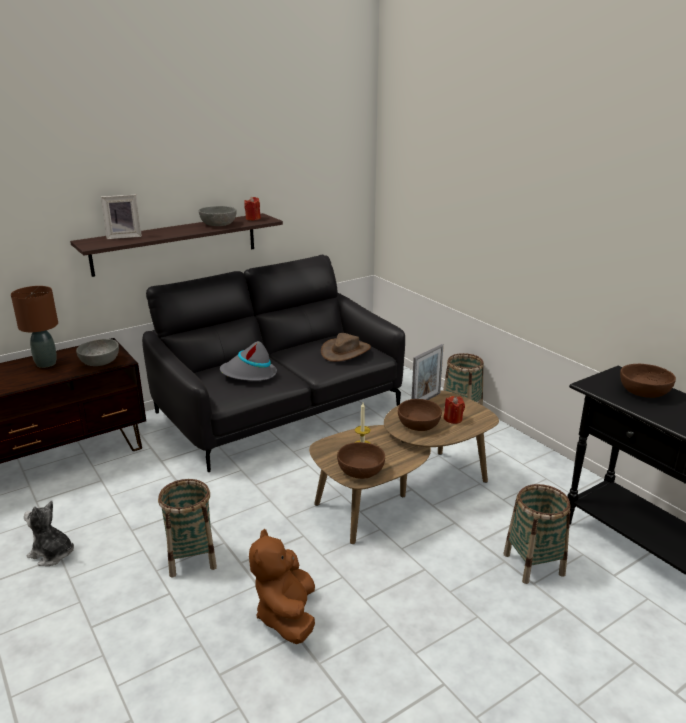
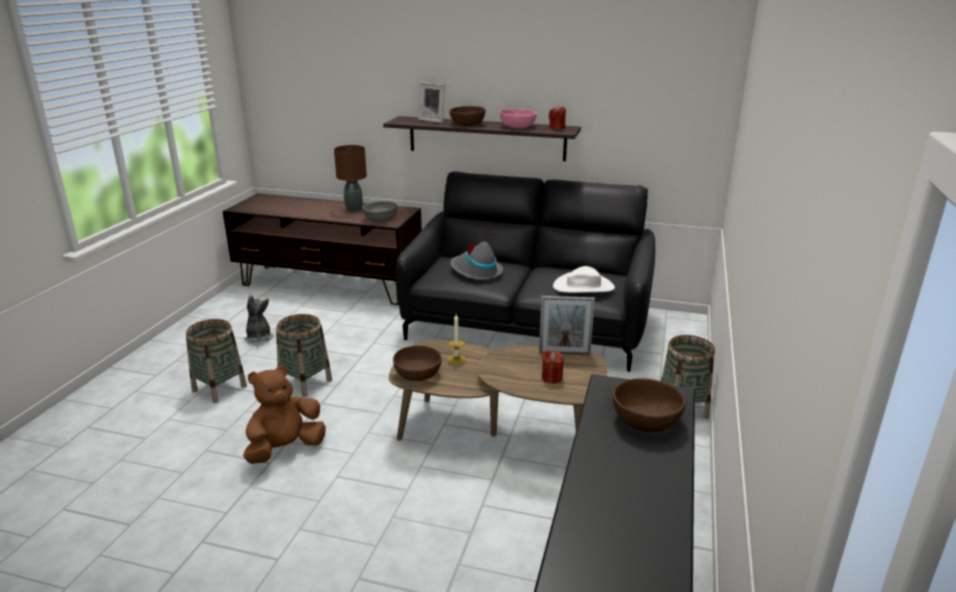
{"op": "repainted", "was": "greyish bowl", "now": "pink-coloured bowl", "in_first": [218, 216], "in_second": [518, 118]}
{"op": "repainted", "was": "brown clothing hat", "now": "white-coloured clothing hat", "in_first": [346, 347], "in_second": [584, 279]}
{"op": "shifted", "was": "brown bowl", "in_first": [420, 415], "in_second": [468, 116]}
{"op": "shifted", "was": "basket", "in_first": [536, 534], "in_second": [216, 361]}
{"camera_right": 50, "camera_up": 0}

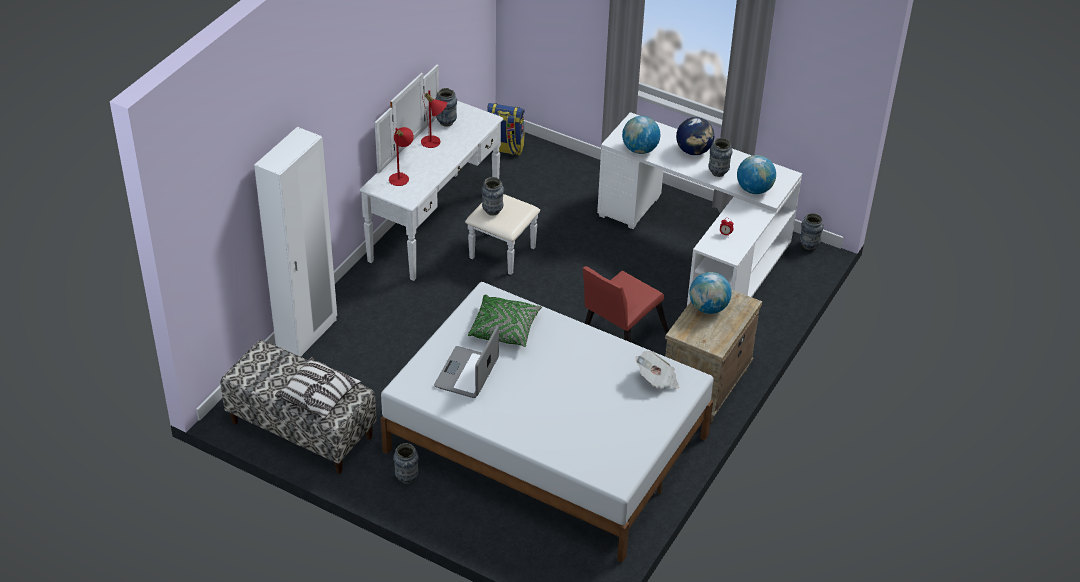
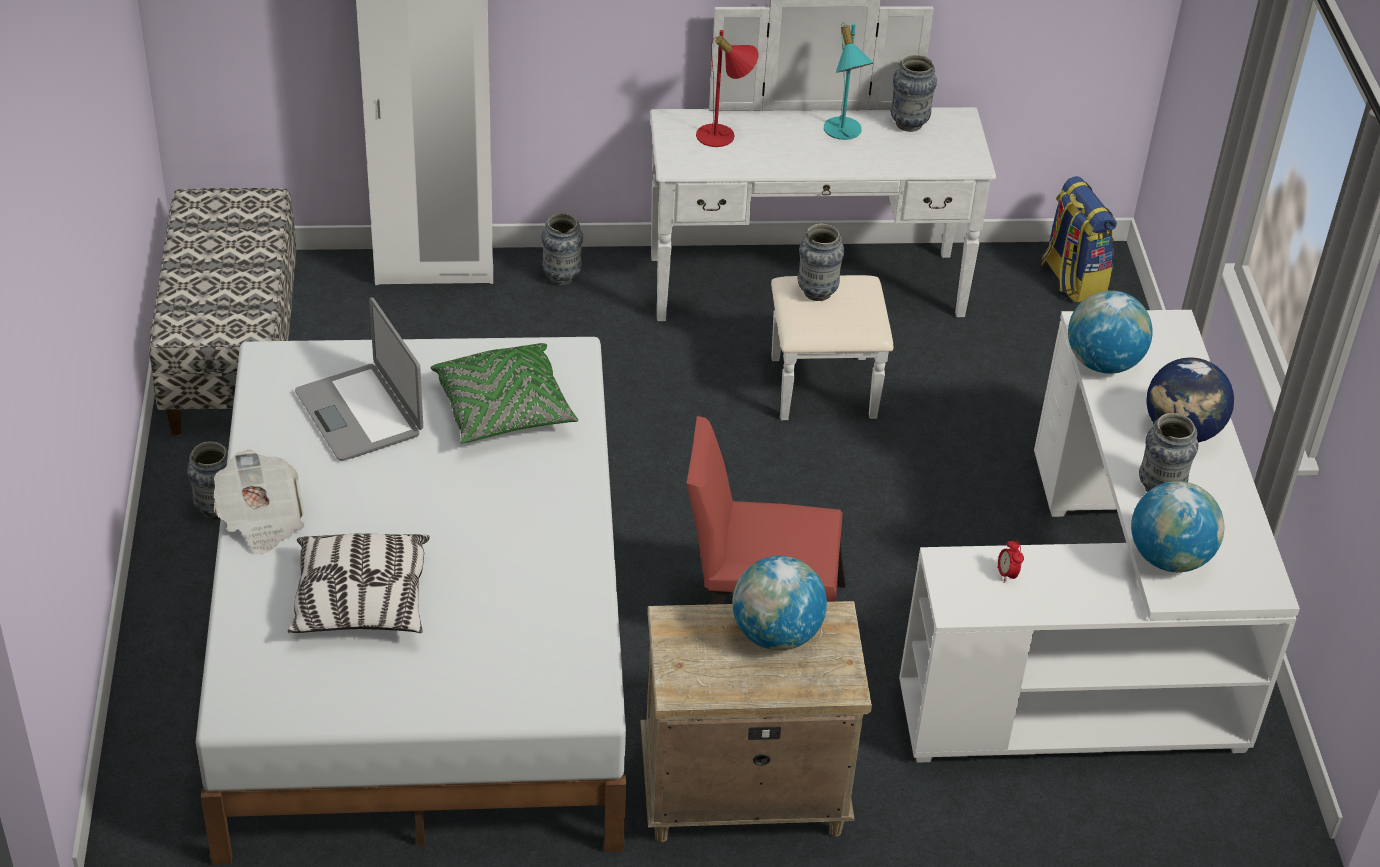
{"op": "repainted", "was": "red lamp for a table", "now": "blue-green lamp for a table", "in_first": [434, 119], "in_second": [848, 81]}
{"op": "shifted", "was": "decorative vase", "in_first": [811, 231], "in_second": [562, 249]}
{"op": "rotated", "was": "notebook computer", "in_first": [466, 361], "in_second": [359, 379], "clockwise": -105}
{"op": "shifted", "was": "daily paper", "in_first": [657, 370], "in_second": [259, 502]}
{"op": "shifted", "was": "cushion", "in_first": [318, 388], "in_second": [359, 583]}
{"camera_right": 55, "camera_up": 0}

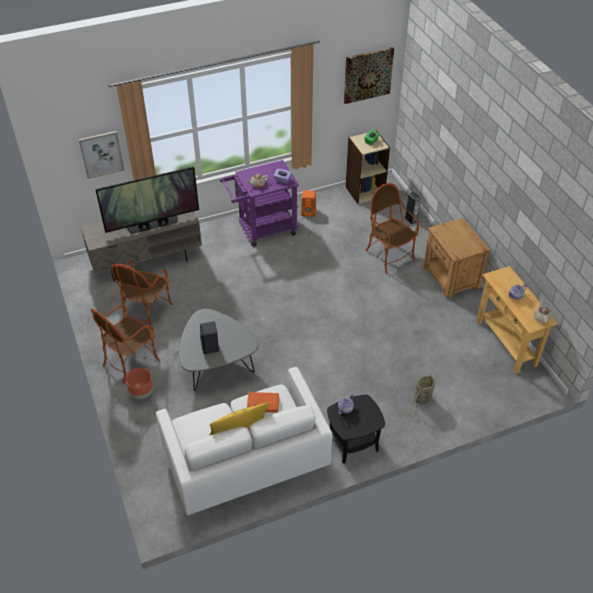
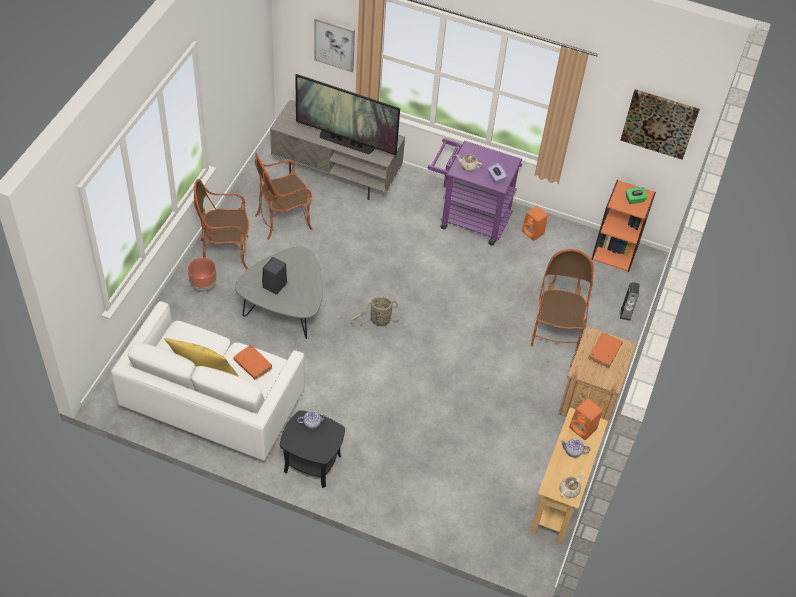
{"op": "repainted", "was": "sand-coloured bookshelf", "now": "orange-coloured bookshelf", "in_first": [367, 167], "in_second": [623, 226]}
{"op": "shifted", "was": "basket", "in_first": [421, 395], "in_second": [376, 311]}
{"op": "new", "now": "orange-coloured volume", "in_second": [605, 350]}
{"op": "new", "now": "orange-coloured audio speaker", "in_second": [586, 419]}
{"camera_right": 40, "camera_up": 5}

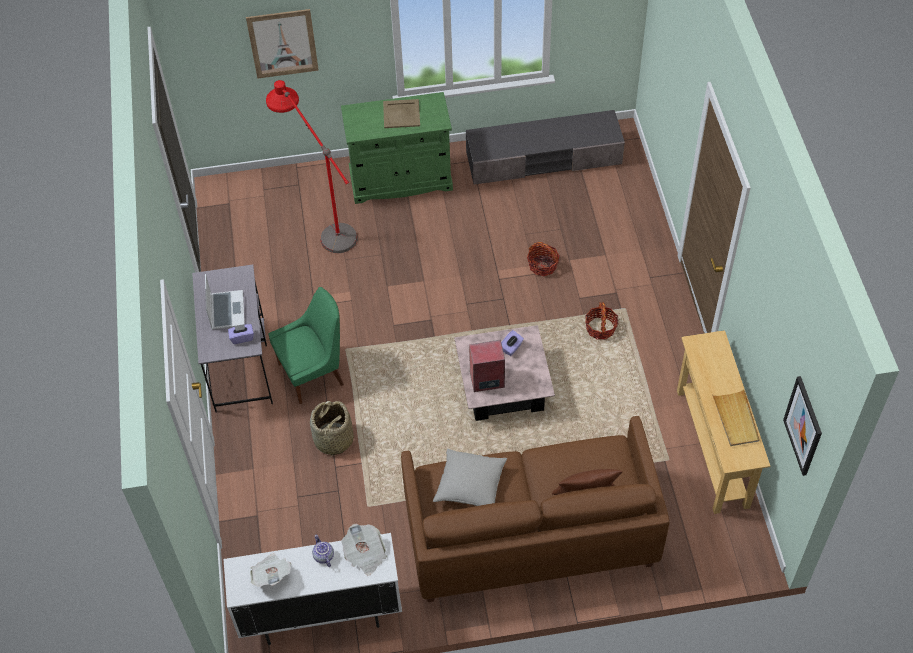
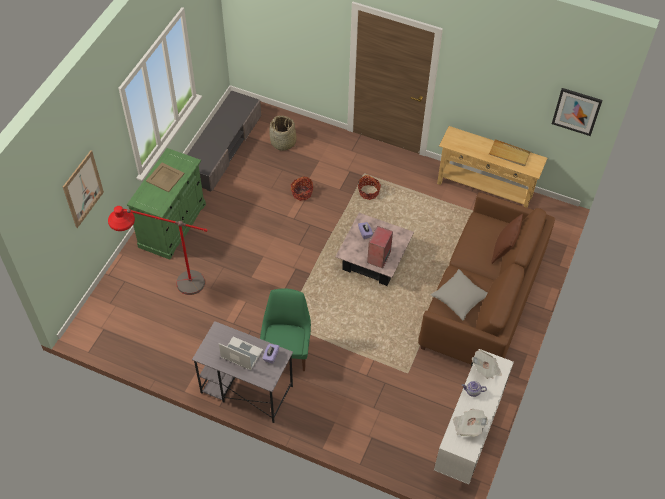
{"op": "shifted", "was": "basket", "in_first": [332, 430], "in_second": [283, 133]}
{"camera_right": -60, "camera_up": 0}

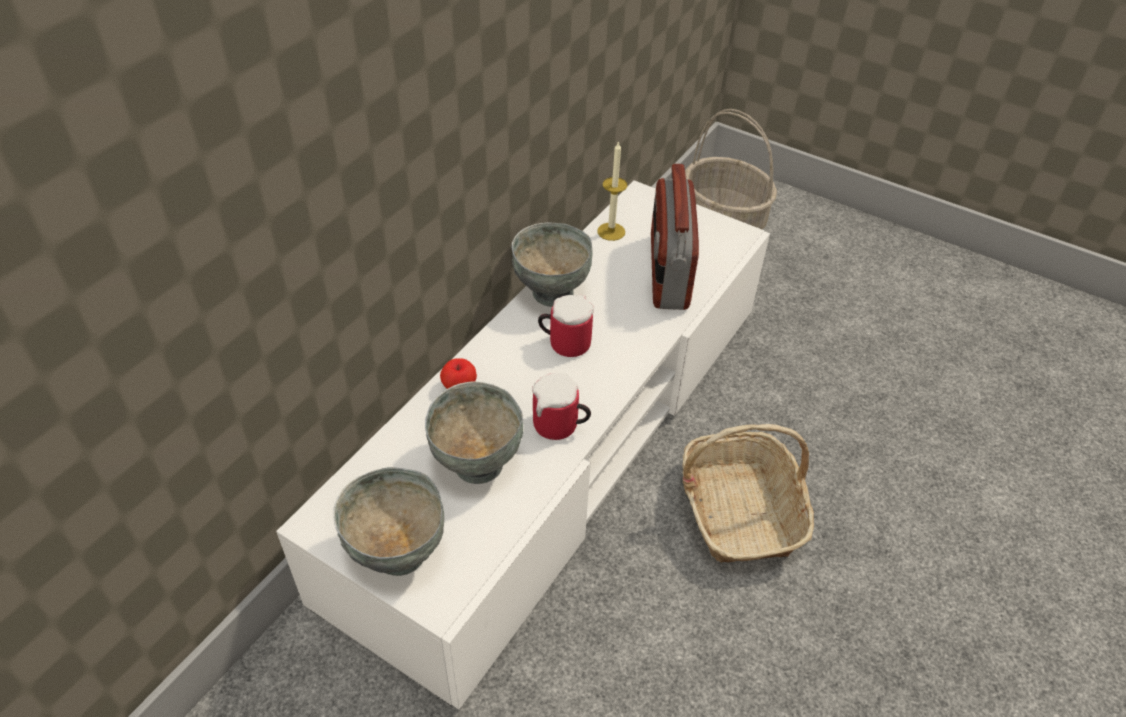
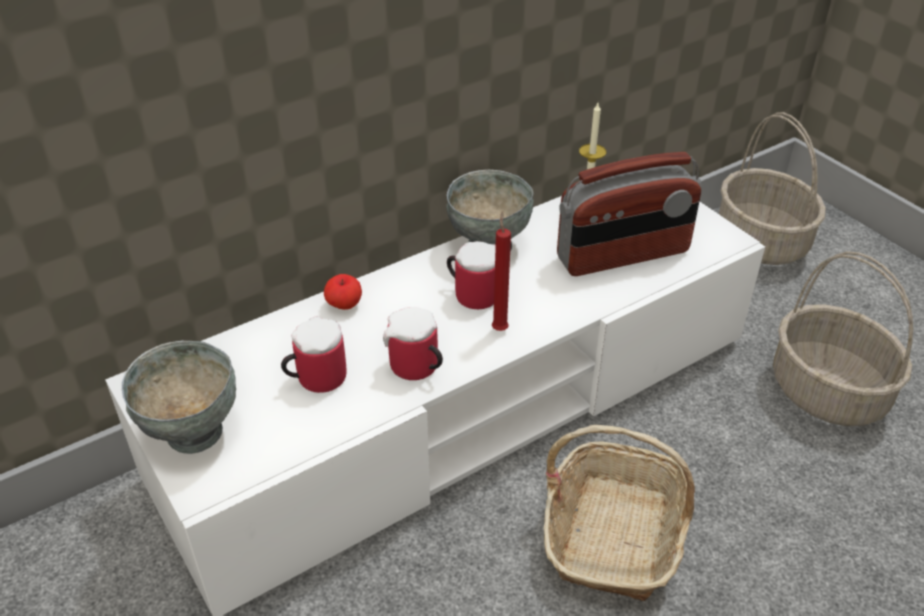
{"op": "rotated", "was": "radio set", "in_first": [675, 237], "in_second": [629, 214], "clockwise": -135}
{"op": "swapped", "was": "greyish bowl", "now": "mug", "in_first": [474, 432], "in_second": [314, 354]}
{"op": "new", "now": "red wax candle", "in_second": [501, 271]}
{"op": "new", "now": "basket", "in_second": [843, 338]}
{"camera_right": 25, "camera_up": -5}

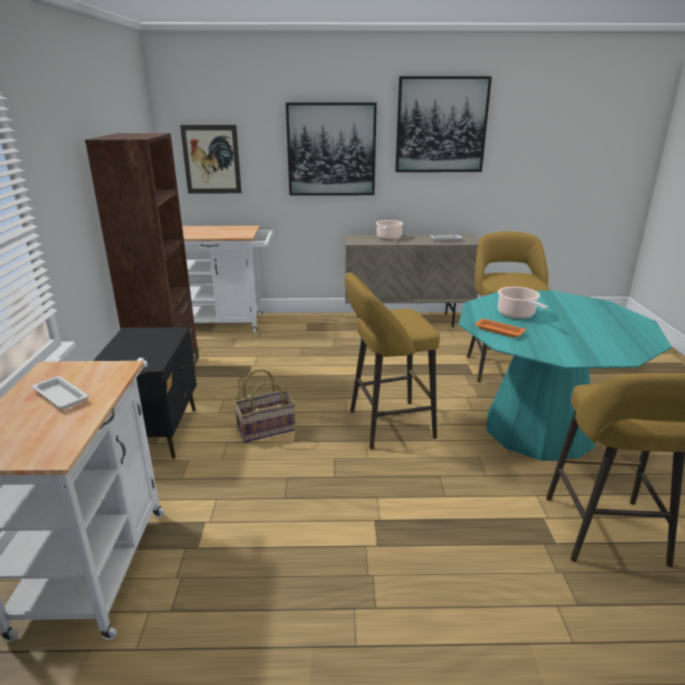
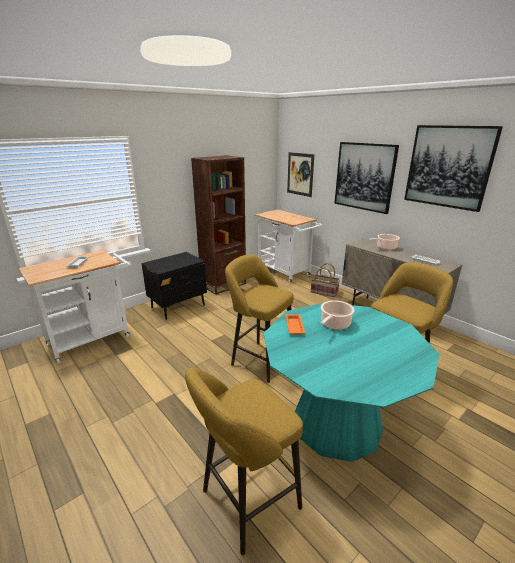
{"op": "shifted", "was": "basket", "in_first": [265, 406], "in_second": [325, 280]}
{"camera_right": 50, "camera_up": 0}

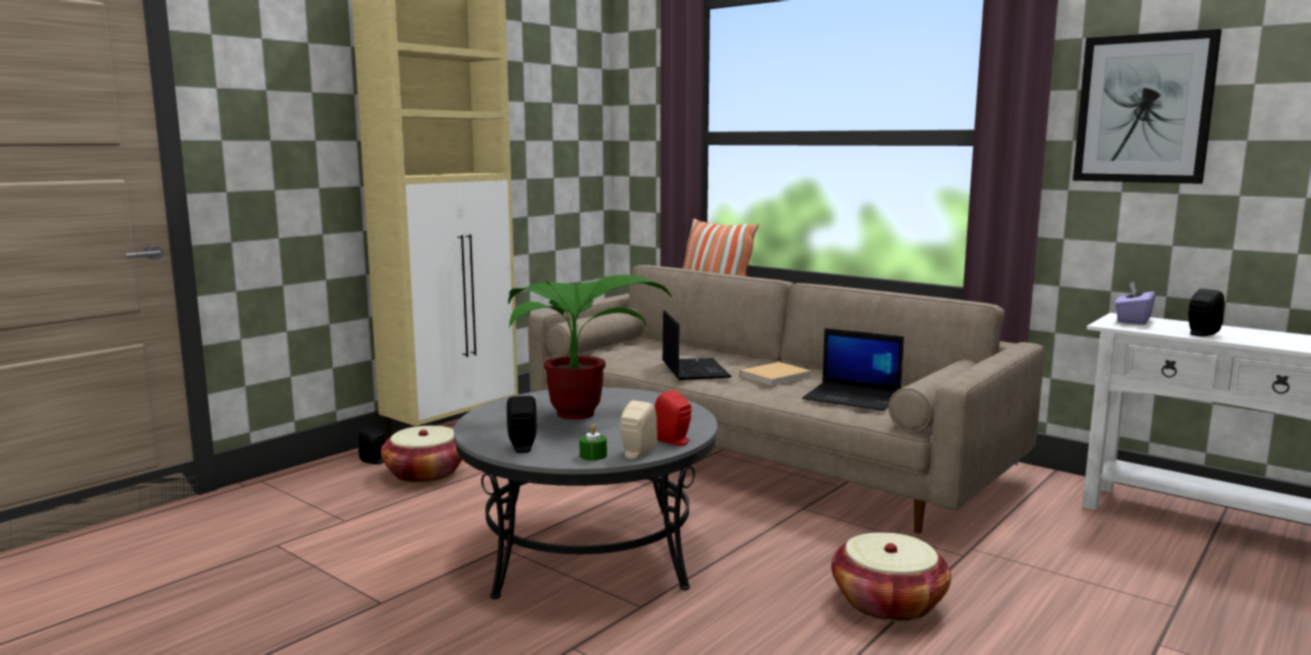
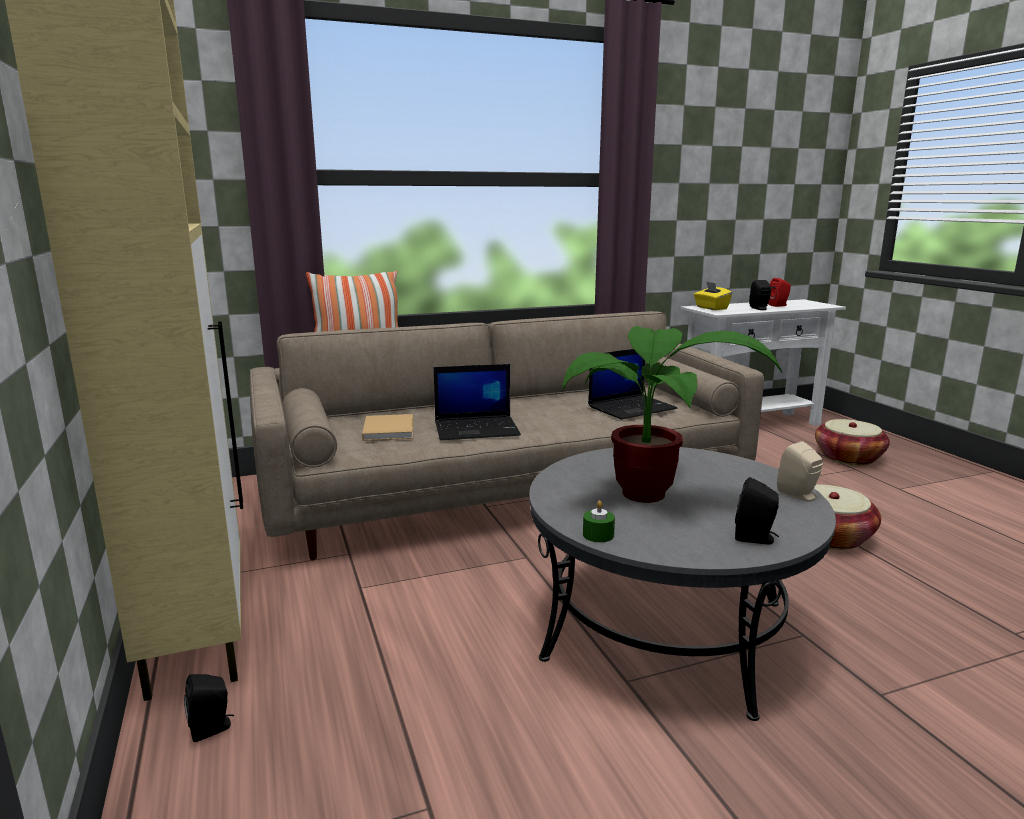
{"op": "gone", "was": "wall art", "in_first": [1147, 106]}
{"op": "repainted", "was": "purple tissue box", "now": "yellow tissue box", "in_first": [1135, 303], "in_second": [713, 295]}
{"op": "rotated", "was": "notebook computer", "in_first": [697, 345], "in_second": [477, 402], "clockwise": 150}
{"op": "shifted", "was": "sand-coloured volume", "in_first": [775, 374], "in_second": [387, 427]}
{"op": "shifted", "was": "red audio speaker", "in_first": [673, 418], "in_second": [779, 292]}
{"op": "shifted", "was": "green-coloured wax candle", "in_first": [593, 442], "in_second": [599, 521]}
{"op": "shifted", "was": "basket", "in_first": [421, 454], "in_second": [852, 442]}
{"camera_right": -60, "camera_up": 5}

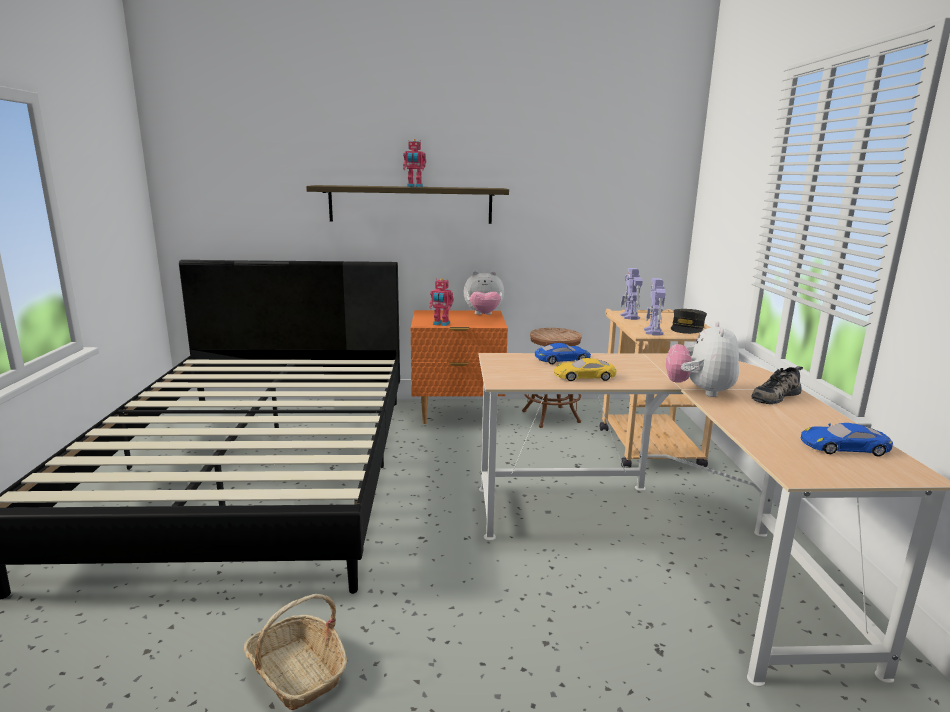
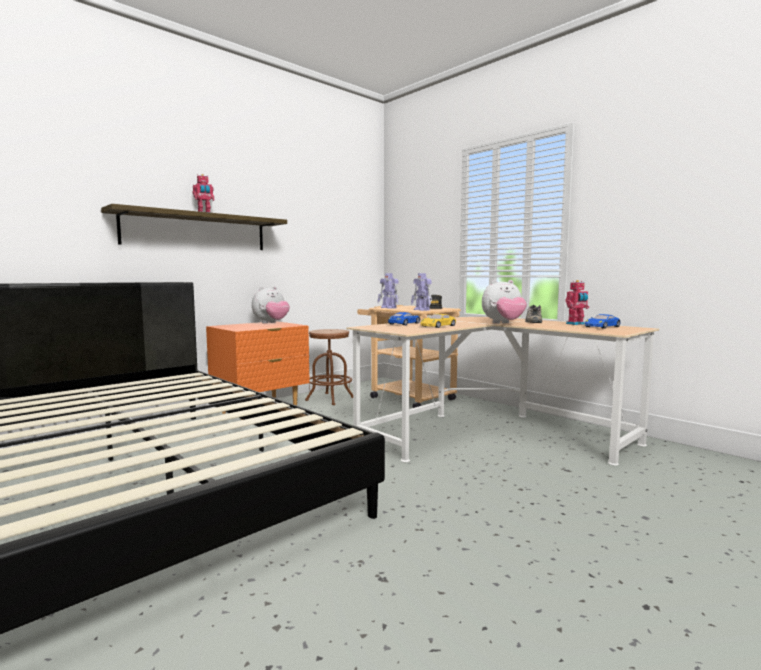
{"op": "shifted", "was": "model robot", "in_first": [441, 302], "in_second": [577, 302]}
{"op": "rotated", "was": "soft toy", "in_first": [702, 359], "in_second": [504, 302], "clockwise": -75}
{"op": "gone", "was": "basket", "in_first": [295, 652]}
{"camera_right": -40, "camera_up": -10}

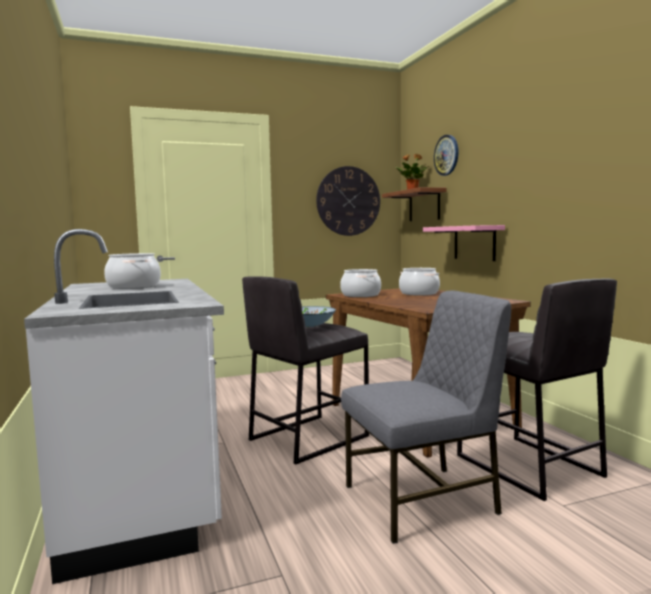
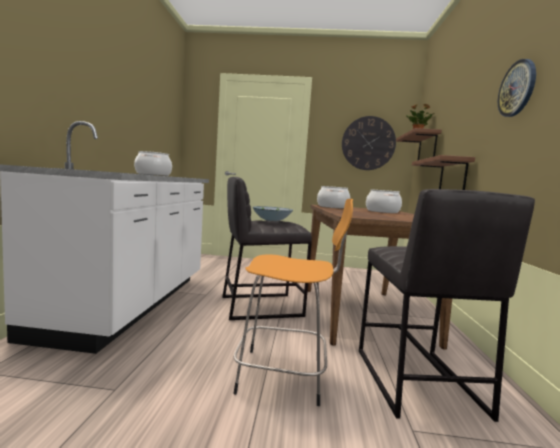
{"op": "shifted", "was": "clock on the wall", "in_first": [446, 155], "in_second": [517, 88]}
{"op": "repainted", "was": "pink-coloured shelf", "now": "brown shelf", "in_first": [464, 243], "in_second": [443, 172]}
{"op": "swapped", "was": "greyish plain chair", "now": "orange-coloured stool", "in_first": [426, 417], "in_second": [293, 302]}
{"camera_right": 25, "camera_up": 0}

